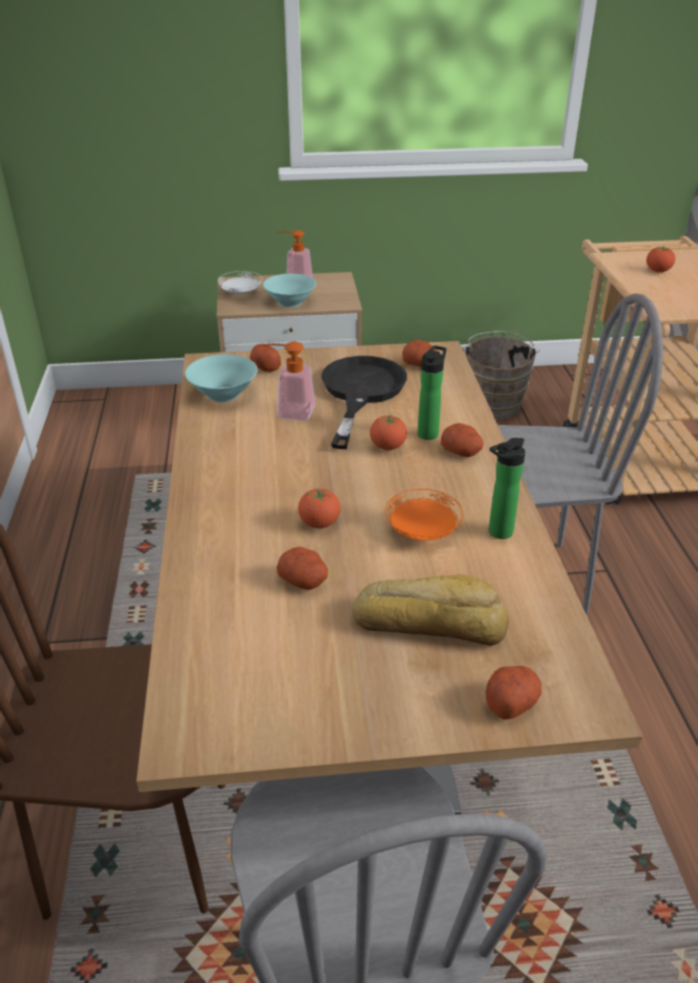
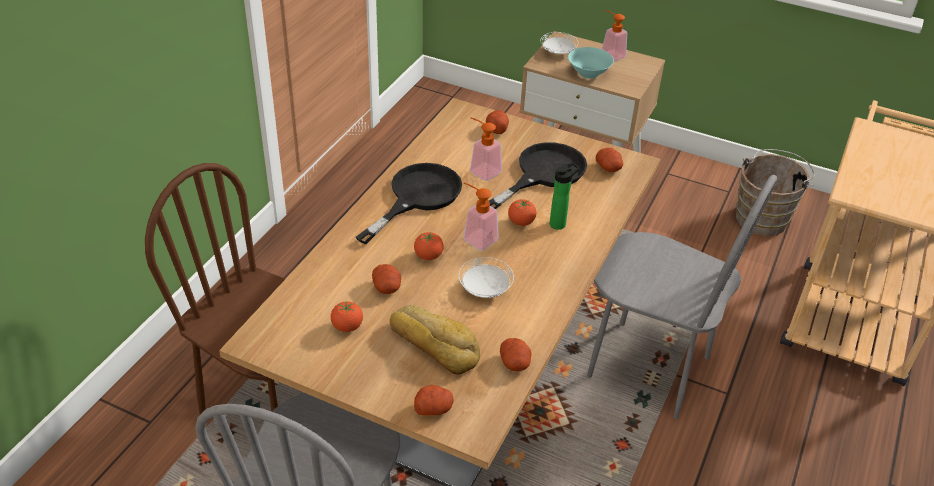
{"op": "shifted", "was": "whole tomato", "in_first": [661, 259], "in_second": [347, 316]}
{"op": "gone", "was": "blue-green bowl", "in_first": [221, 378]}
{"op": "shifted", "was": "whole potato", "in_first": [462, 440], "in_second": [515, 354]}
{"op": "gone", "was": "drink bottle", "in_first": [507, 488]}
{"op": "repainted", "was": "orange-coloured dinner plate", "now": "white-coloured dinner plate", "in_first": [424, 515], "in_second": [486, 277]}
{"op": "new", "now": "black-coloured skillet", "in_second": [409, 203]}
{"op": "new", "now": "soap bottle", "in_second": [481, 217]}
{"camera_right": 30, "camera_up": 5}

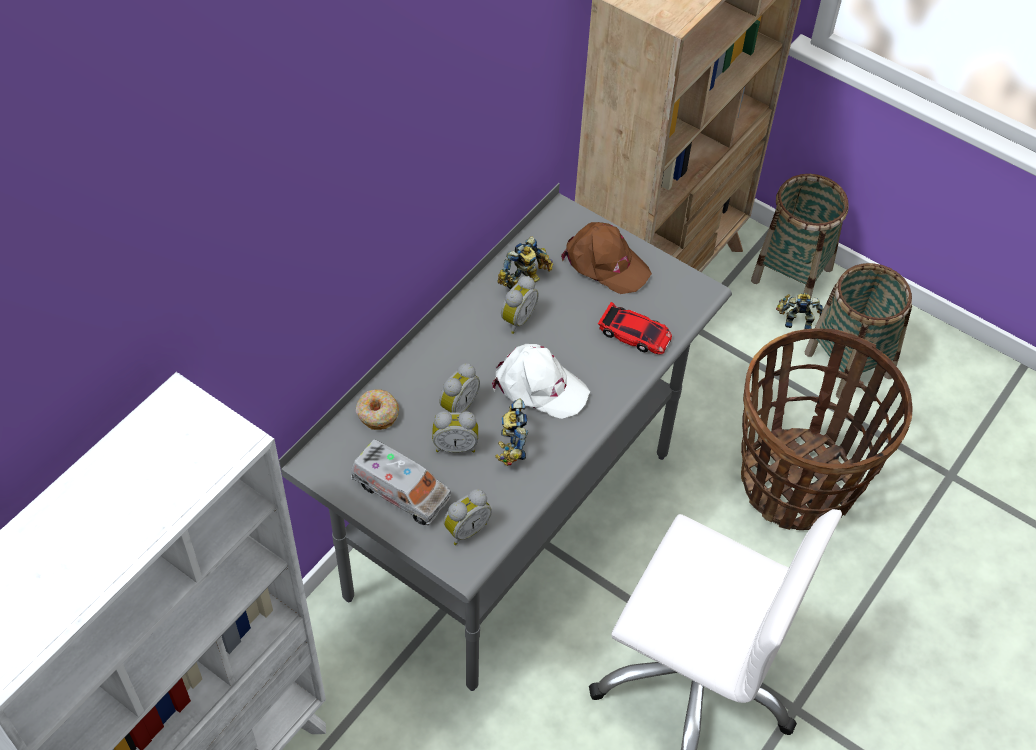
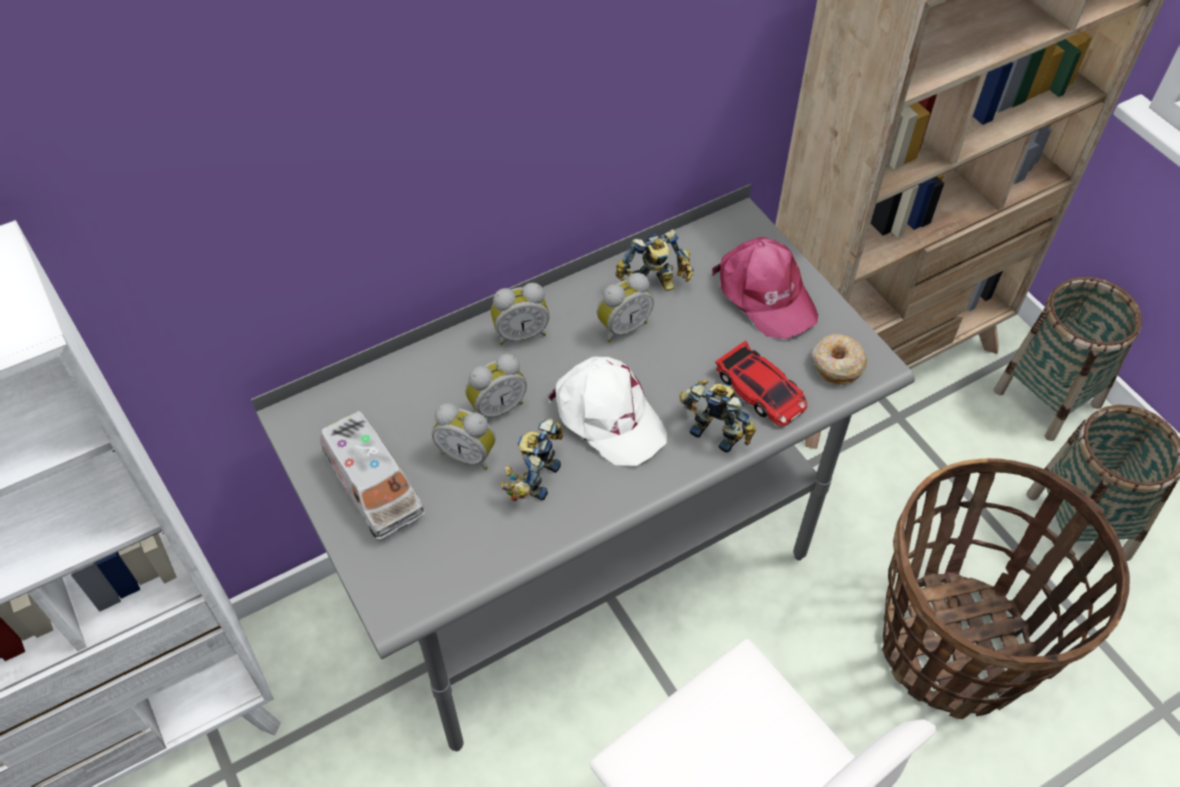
{"op": "repainted", "was": "brown cap", "now": "pink-coloured cap", "in_first": [606, 258], "in_second": [765, 288]}
{"op": "shifted", "was": "model robot", "in_first": [800, 311], "in_second": [717, 416]}
{"op": "shifted", "was": "donut", "in_first": [377, 409], "in_second": [839, 359]}
{"op": "shifted", "was": "alarm clock", "in_first": [468, 517], "in_second": [520, 314]}
{"camera_right": 25, "camera_up": 0}

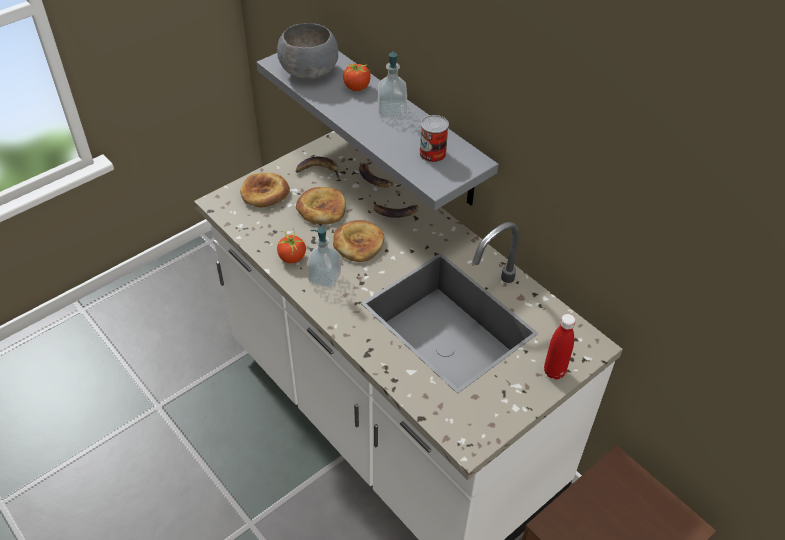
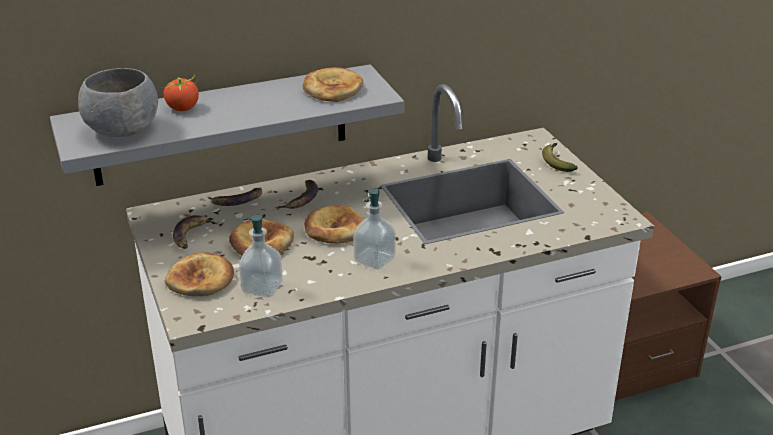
{"op": "shifted", "was": "soap bottle", "in_first": [392, 84], "in_second": [261, 256]}
{"op": "swapped", "was": "sealed can", "now": "baked bread", "in_first": [434, 139], "in_second": [332, 84]}
{"op": "gone", "was": "whole tomato", "in_first": [291, 246]}
{"op": "swapped", "was": "red drink bottle", "now": "banana fruit", "in_first": [560, 347], "in_second": [560, 157]}
{"camera_right": -70, "camera_up": -15}

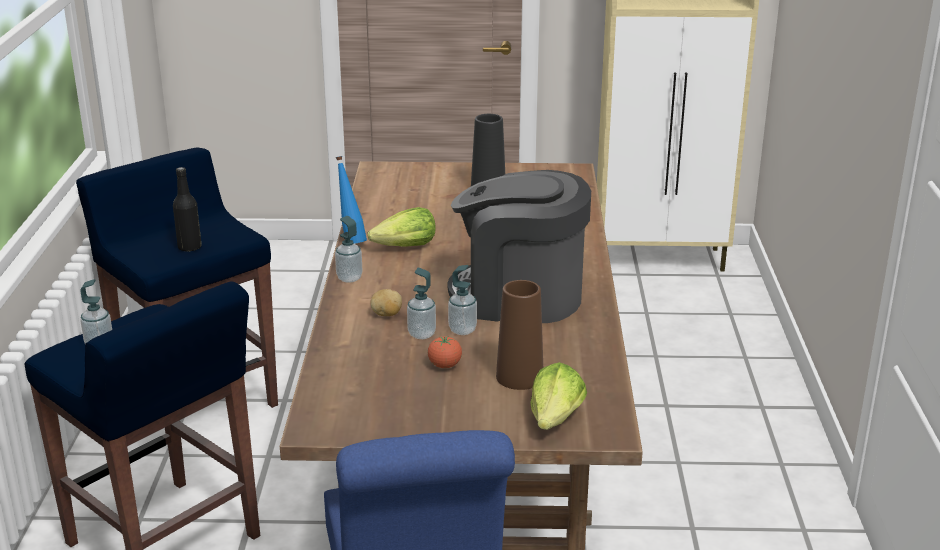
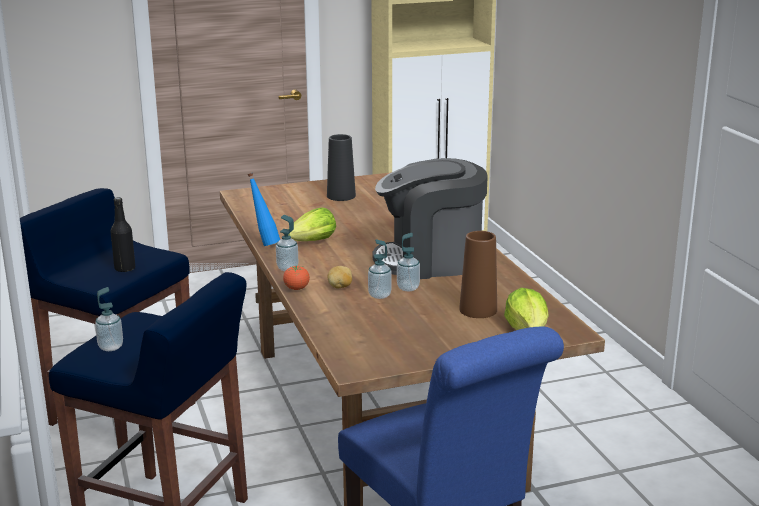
{"op": "shifted", "was": "whole tomato", "in_first": [445, 352], "in_second": [296, 278]}
{"camera_right": -20, "camera_up": -5}

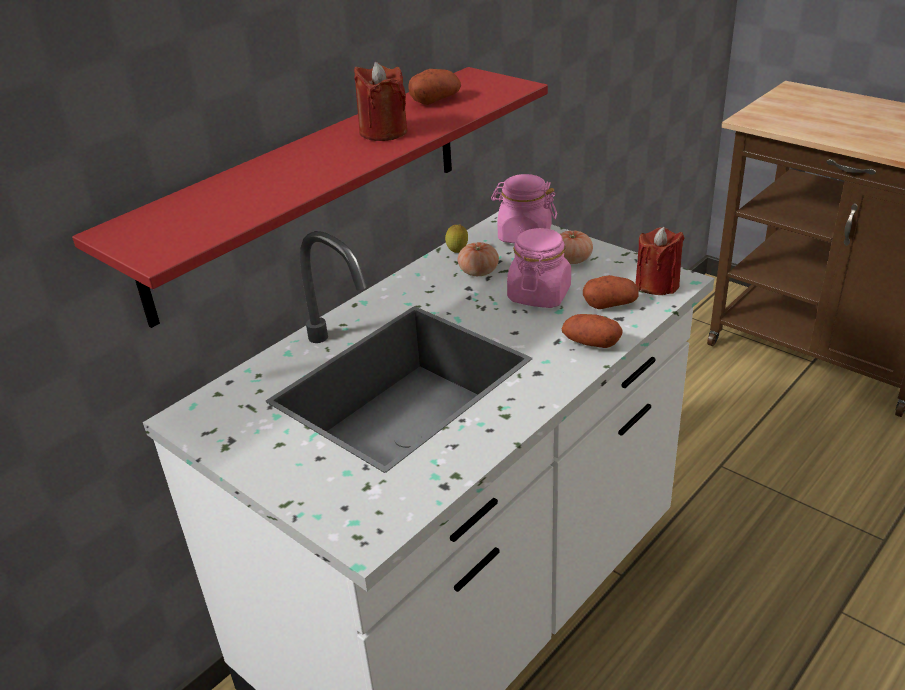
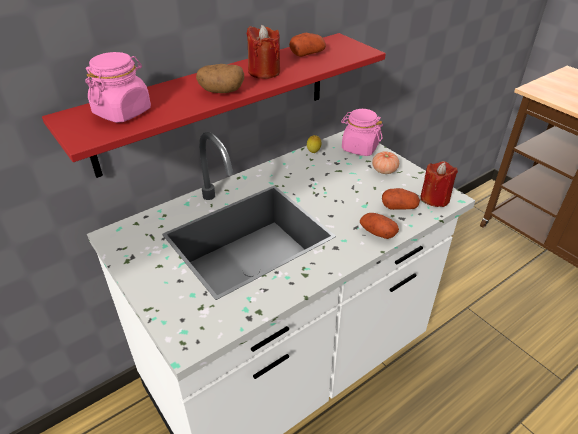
{"op": "shifted", "was": "pink-coloured preserve jar", "in_first": [539, 268], "in_second": [118, 87]}
{"op": "gone", "was": "whole tomato", "in_first": [478, 259]}
{"op": "new", "now": "whole potato", "in_second": [220, 78]}
{"camera_right": 10, "camera_up": 5}

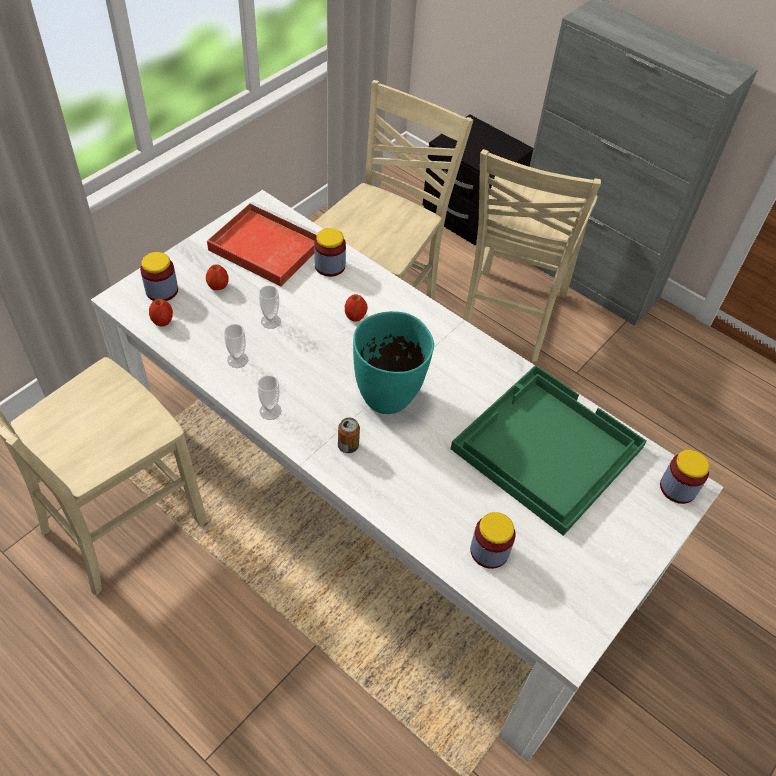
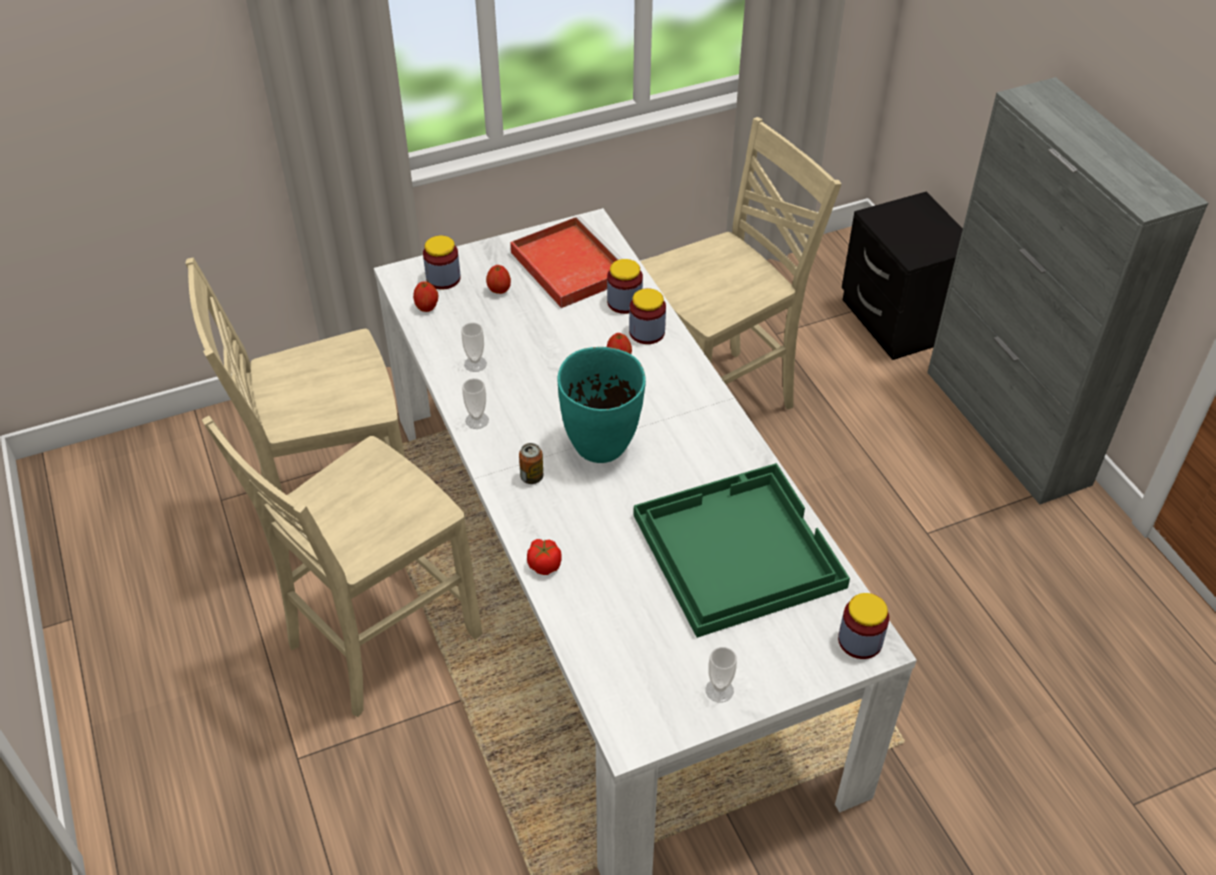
{"op": "shifted", "was": "sand-coloured plain chair", "in_first": [532, 255], "in_second": [342, 566]}
{"op": "shifted", "was": "cup", "in_first": [270, 307], "in_second": [721, 675]}
{"op": "shifted", "was": "preserve jar", "in_first": [493, 540], "in_second": [647, 316]}
{"op": "new", "now": "whole tomato", "in_second": [544, 557]}
{"camera_right": 30, "camera_up": -5}

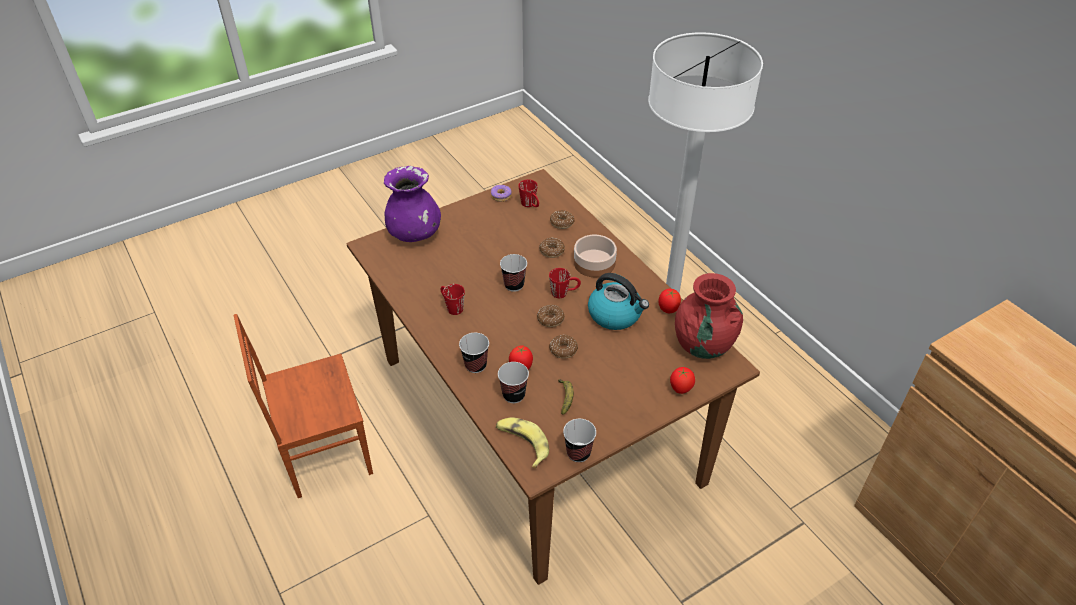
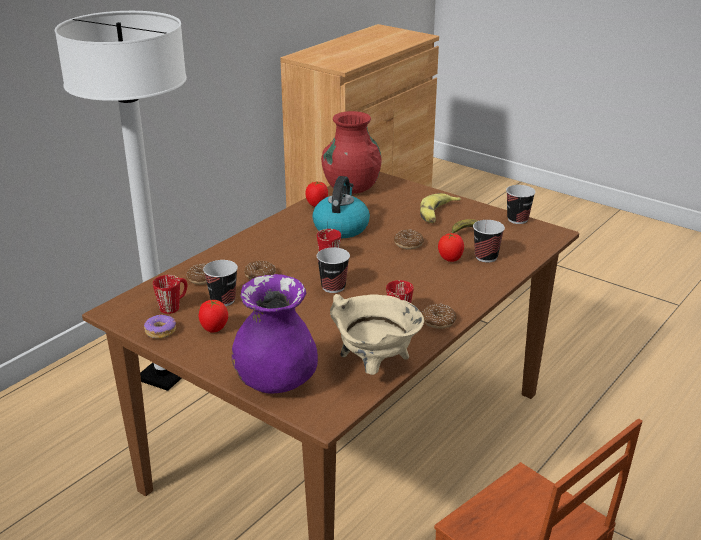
{"op": "gone", "was": "bowl", "in_first": [595, 256]}
{"op": "shifted", "was": "donut", "in_first": [551, 316], "in_second": [439, 316]}
{"op": "shifted", "was": "cup", "in_first": [474, 353], "in_second": [220, 283]}
{"op": "shifted", "was": "whole tomato", "in_first": [682, 380], "in_second": [213, 316]}
{"op": "shifted", "was": "banana fruit", "in_first": [522, 442], "in_second": [440, 208]}
{"op": "new", "now": "sand-coloured saucepot", "in_second": [377, 334]}
{"camera_right": -110, "camera_up": -15}

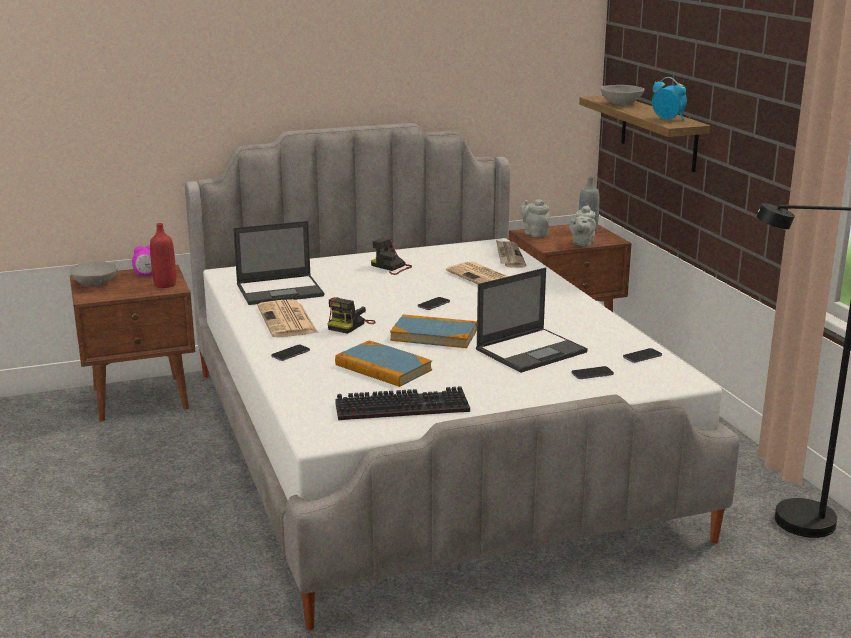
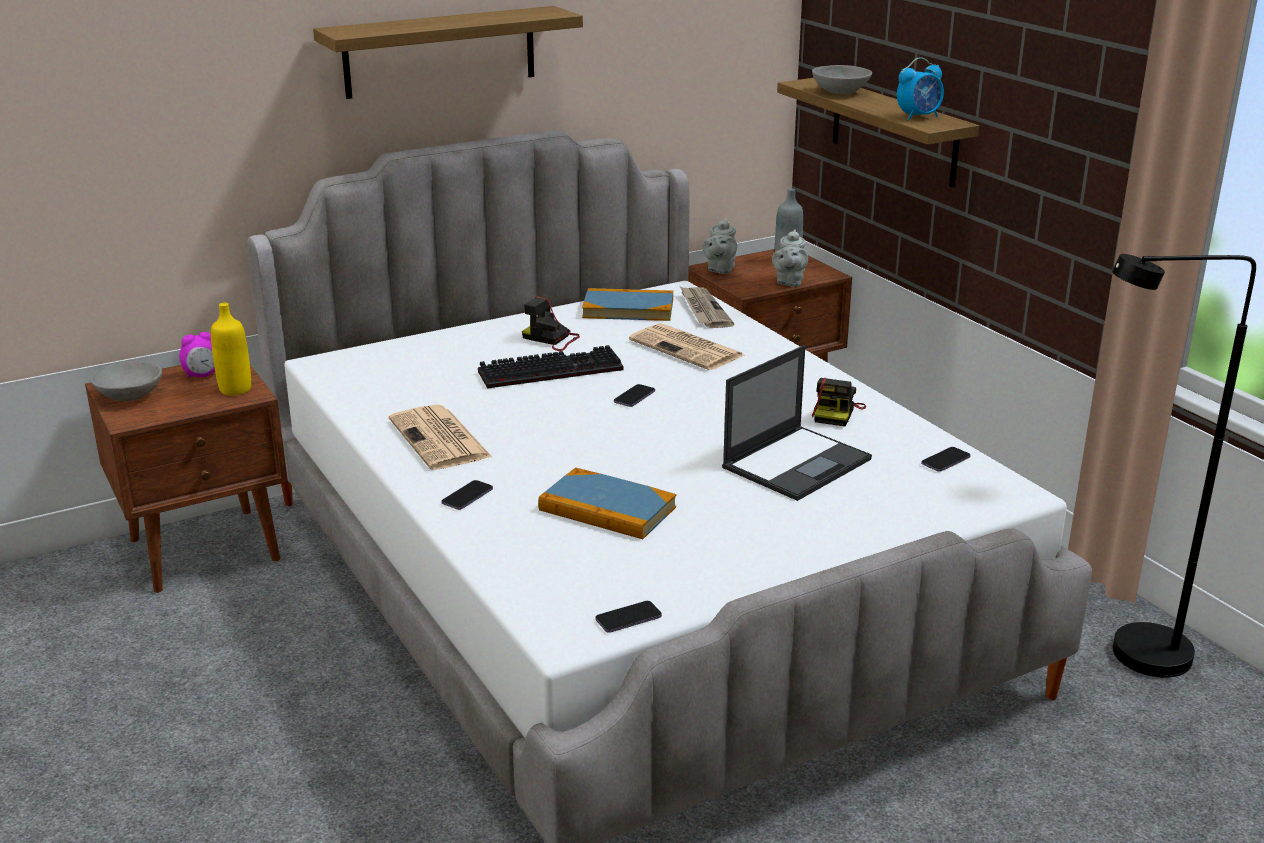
{"op": "rotated", "was": "alarm clock", "in_first": [669, 98], "in_second": [920, 89], "clockwise": 120}
{"op": "rotated", "was": "greyish teapot", "in_first": [535, 218], "in_second": [720, 246], "clockwise": -120}
{"op": "gone", "was": "notebook computer", "in_first": [278, 263]}
{"op": "repainted", "was": "red drink bottle", "now": "yellow drink bottle", "in_first": [163, 255], "in_second": [231, 349]}
{"op": "shifted", "was": "photo camera", "in_first": [352, 315], "in_second": [839, 402]}
{"op": "shifted", "was": "volume", "in_first": [433, 331], "in_second": [627, 304]}
{"op": "shifted", "was": "handset", "in_first": [592, 372], "in_second": [628, 617]}
{"op": "shifted", "was": "computer keyboard", "in_first": [402, 403], "in_second": [551, 367]}
{"op": "new", "now": "shelf", "in_second": [448, 52]}
{"camera_right": -10, "camera_up": 5}

